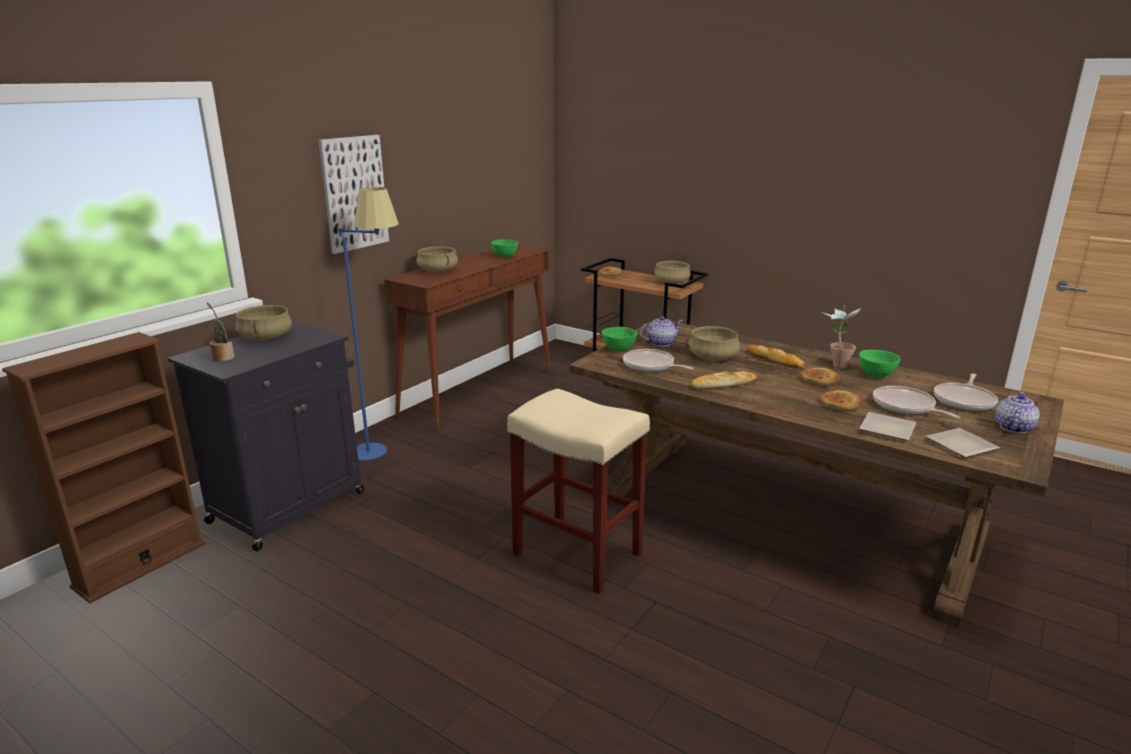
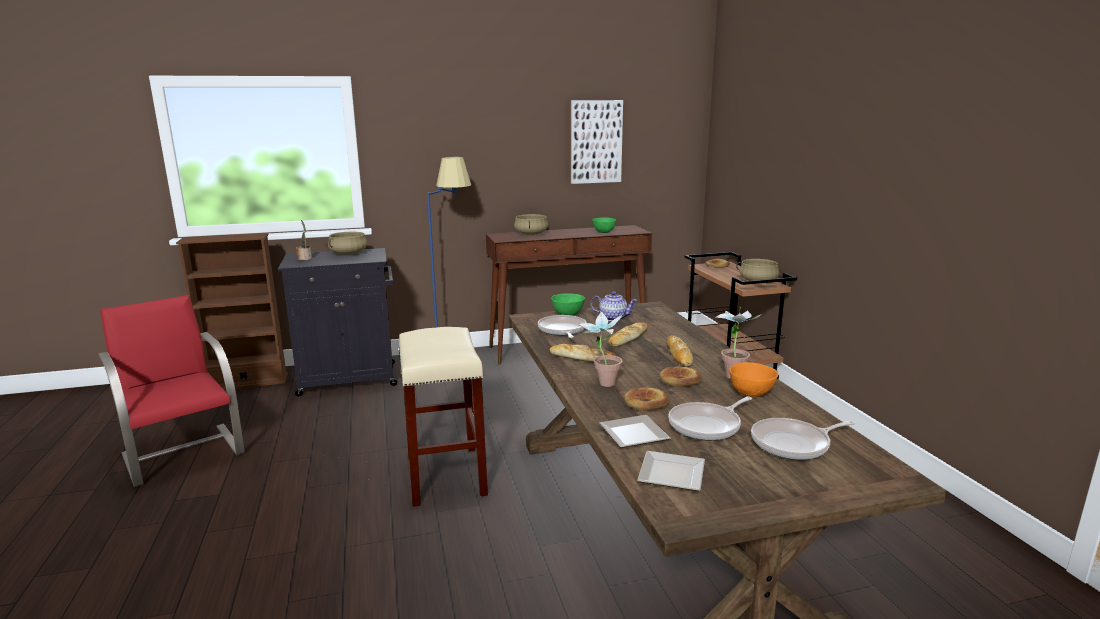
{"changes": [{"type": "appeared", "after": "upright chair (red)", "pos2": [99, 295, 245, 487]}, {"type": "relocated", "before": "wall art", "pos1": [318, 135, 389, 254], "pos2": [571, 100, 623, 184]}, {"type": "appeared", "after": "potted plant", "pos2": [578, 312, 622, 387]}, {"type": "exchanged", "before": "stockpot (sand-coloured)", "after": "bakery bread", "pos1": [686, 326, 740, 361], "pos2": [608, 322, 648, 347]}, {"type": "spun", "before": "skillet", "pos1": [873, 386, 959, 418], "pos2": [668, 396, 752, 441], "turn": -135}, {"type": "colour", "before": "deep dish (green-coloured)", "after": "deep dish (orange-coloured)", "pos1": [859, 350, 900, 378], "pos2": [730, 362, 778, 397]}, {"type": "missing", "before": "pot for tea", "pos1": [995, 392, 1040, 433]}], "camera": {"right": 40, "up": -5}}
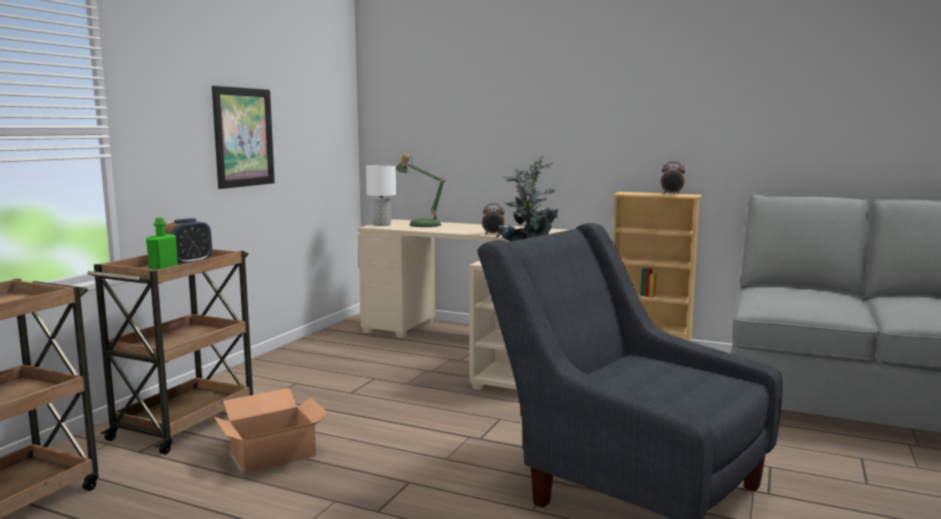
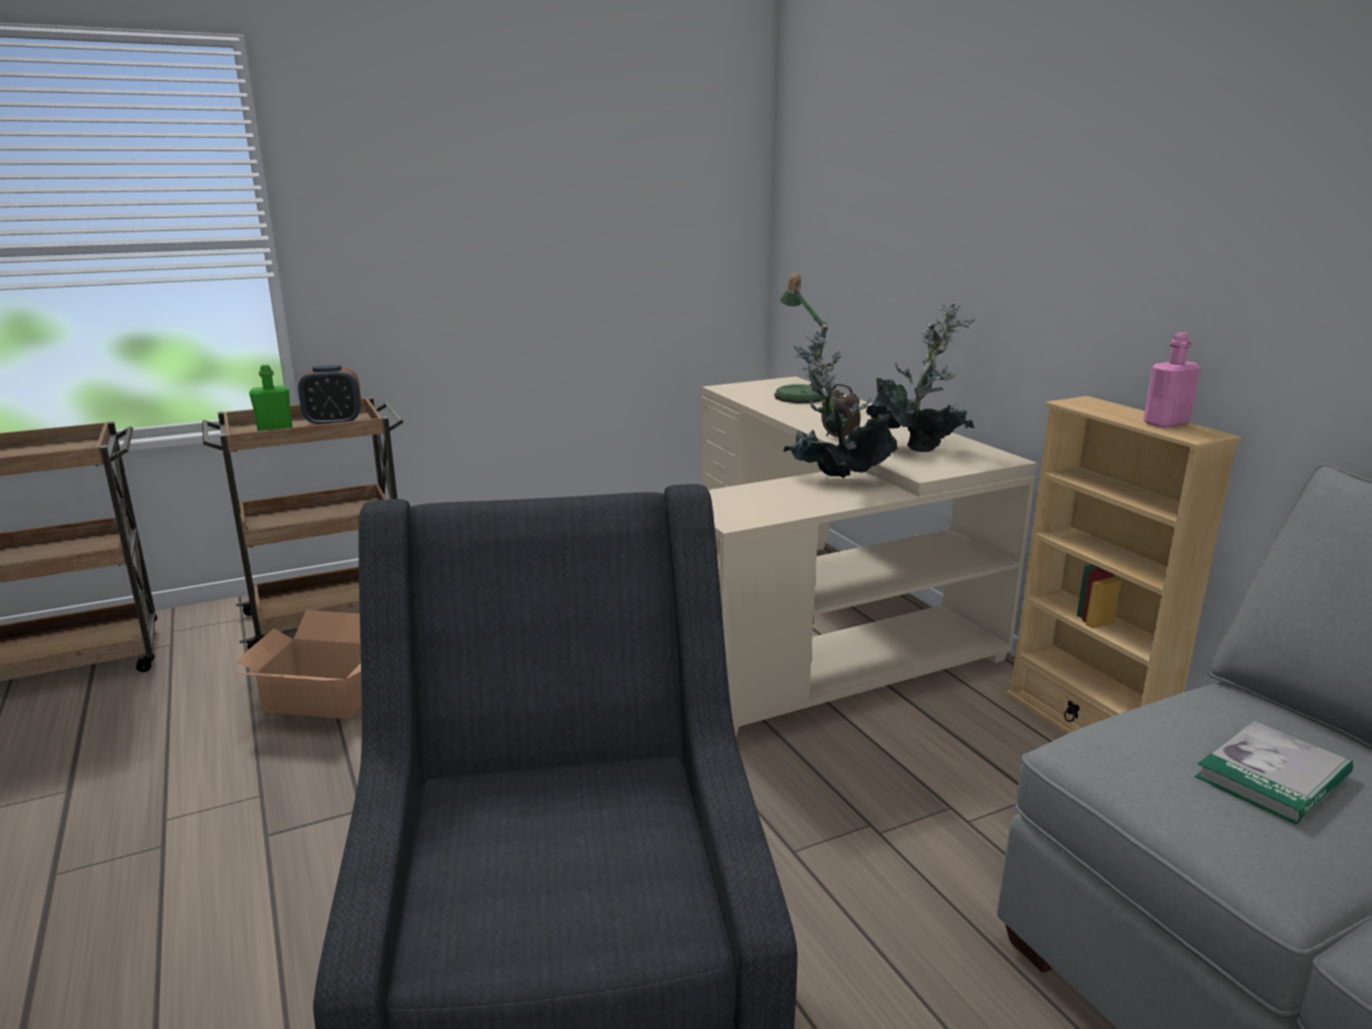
{"changes": [{"type": "exchanged", "before": "alarm clock", "after": "drink bottle (pinkish)", "pos1": [660, 162, 685, 195], "pos2": [1143, 332, 1201, 428]}, {"type": "appeared", "after": "volume", "pos2": [1195, 720, 1353, 825]}, {"type": "missing", "before": "wall art", "pos1": [212, 86, 275, 189]}, {"type": "missing", "before": "lamp for a table (white-coloured)", "pos1": [366, 165, 396, 226]}], "camera": {"right": 40, "up": 10}}
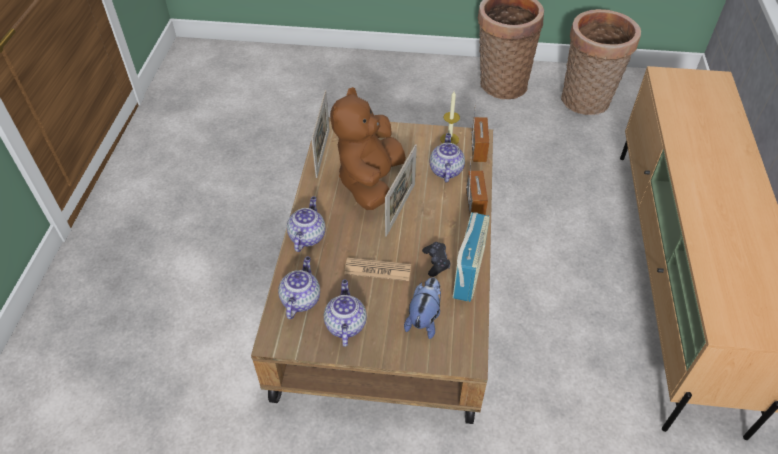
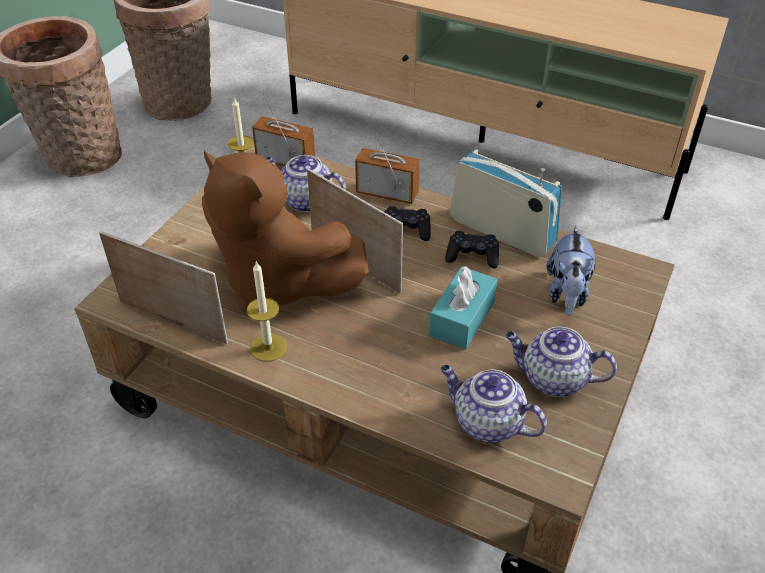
{"changes": [{"type": "appeared", "after": "wax candle", "pos2": [247, 262, 287, 362]}, {"type": "appeared", "after": "gamepad (blackish)", "pos2": [384, 206, 431, 241]}, {"type": "exchanged", "before": "printed paper", "after": "box of tissues (blue-green)", "pos1": [344, 257, 411, 281], "pos2": [429, 266, 498, 349]}, {"type": "spun", "before": "plush toy", "pos1": [404, 278, 441, 339], "pos2": [547, 226, 595, 316], "turn": -120}, {"type": "missing", "before": "pot for tea", "pos1": [287, 196, 326, 252]}], "camera": {"right": -70, "up": -5}}
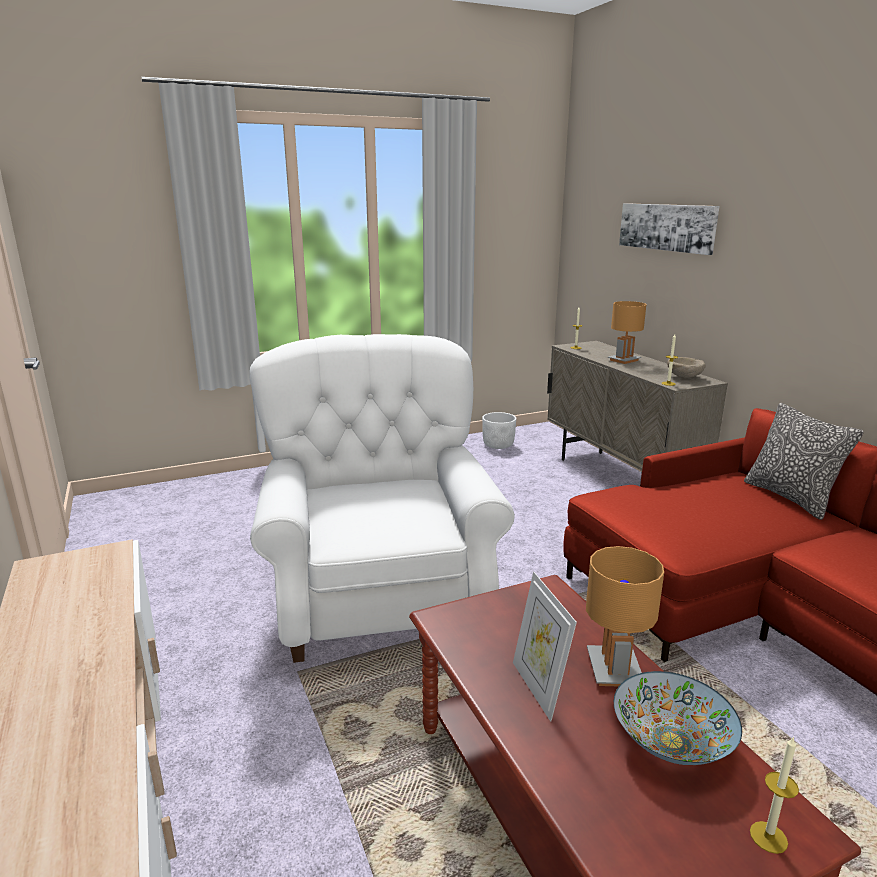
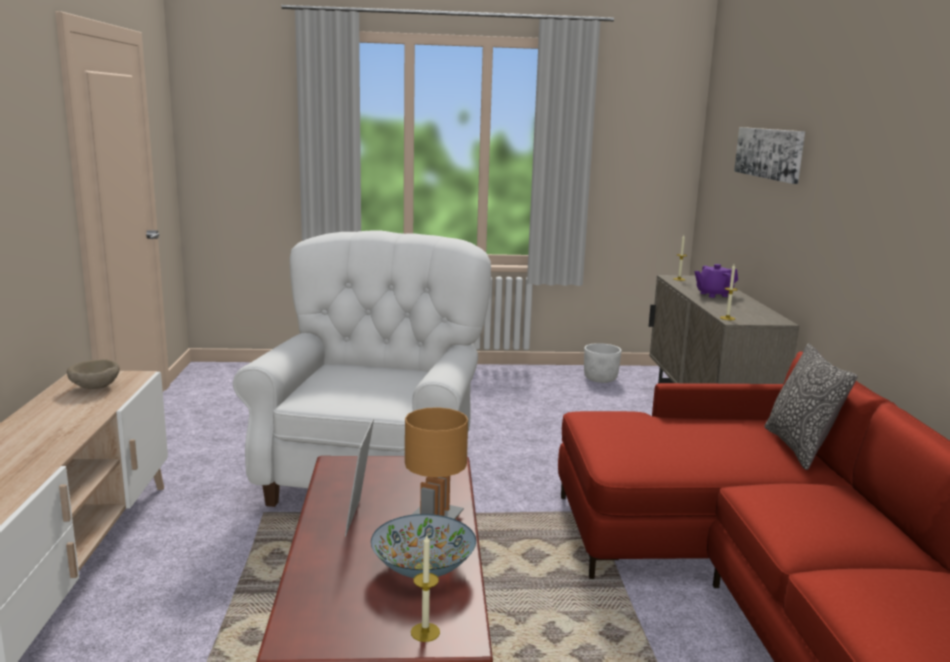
{"changes": [{"type": "relocated", "before": "deep dish (sand-coloured)", "pos1": [667, 357, 705, 378], "pos2": [67, 359, 120, 389]}, {"type": "exchanged", "before": "lamp for a table (brown-coloured)", "after": "pot for tea (purple-coloured)", "pos1": [608, 301, 646, 364], "pos2": [695, 264, 738, 298]}], "camera": {"right": 20, "up": -5}}
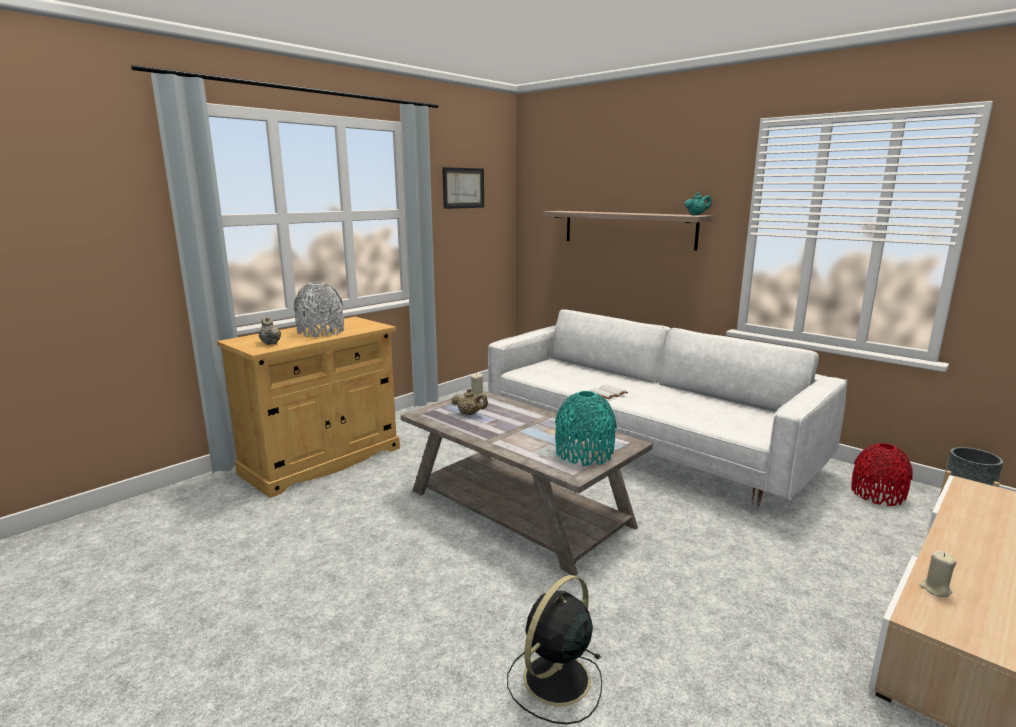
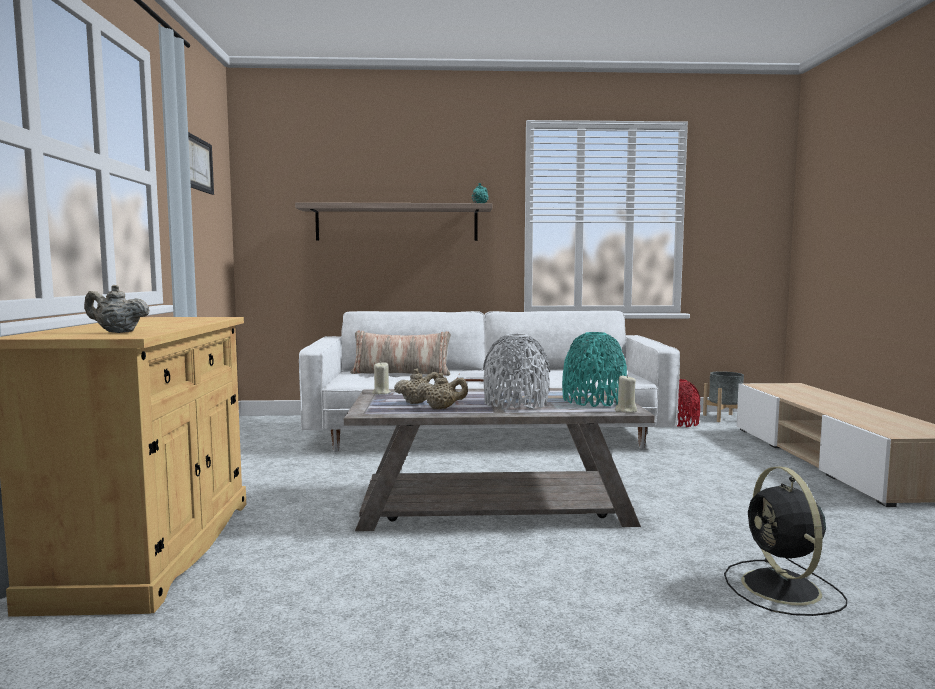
{"changes": [{"type": "appeared", "after": "pillow", "pos2": [350, 330, 451, 376]}, {"type": "appeared", "after": "pot for tea (sand-coloured)", "pos2": [416, 373, 468, 409]}, {"type": "relocated", "before": "flower vase (greyish)", "pos1": [294, 282, 344, 337], "pos2": [483, 334, 550, 410]}, {"type": "relocated", "before": "wax candle (sand-coloured)", "pos1": [919, 550, 957, 597], "pos2": [615, 375, 637, 413]}], "camera": {"right": -45, "up": -10}}
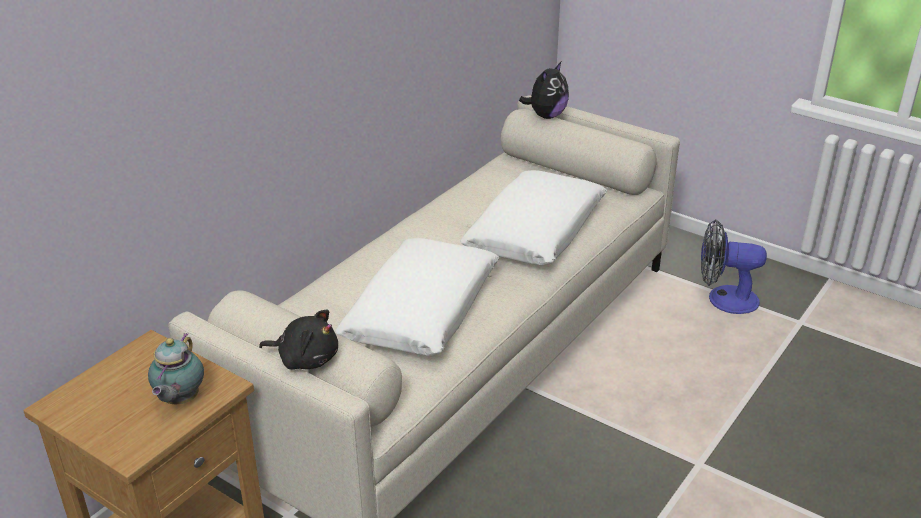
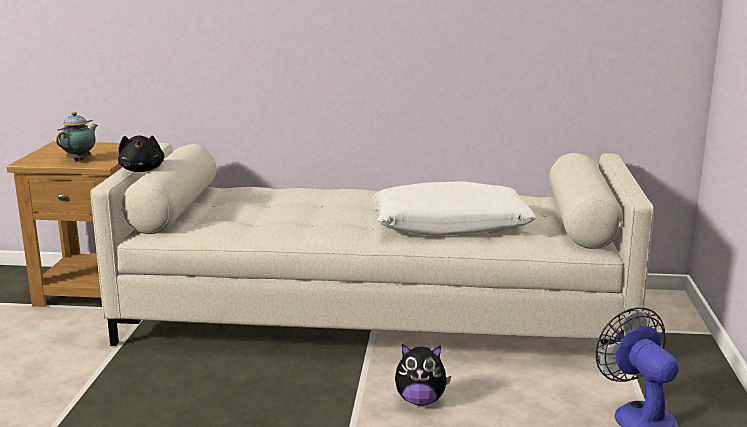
{"changes": [{"type": "spun", "before": "pot for tea", "pos1": [148, 333, 204, 404], "pos2": [56, 112, 98, 162], "turn": 135}, {"type": "relocated", "before": "plush toy", "pos1": [519, 62, 569, 119], "pos2": [395, 344, 451, 406]}, {"type": "missing", "before": "pillow (white-coloured)", "pos1": [335, 238, 499, 356]}], "camera": {"right": 60, "up": -15}}
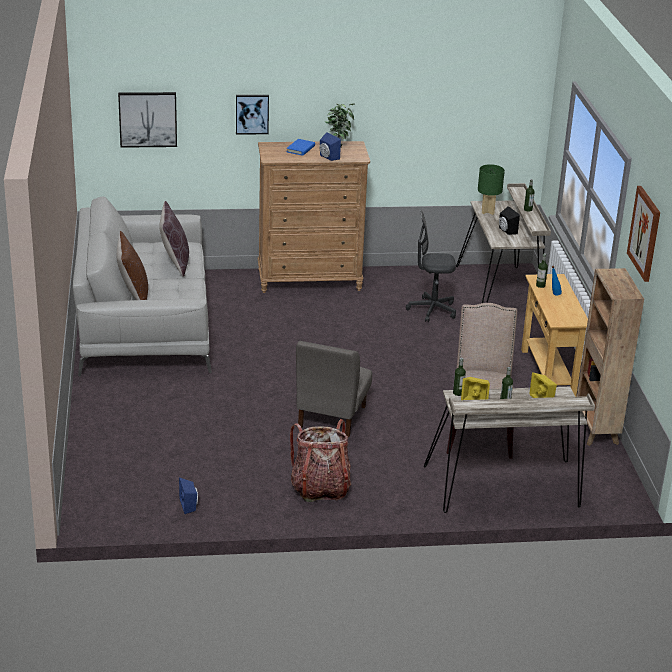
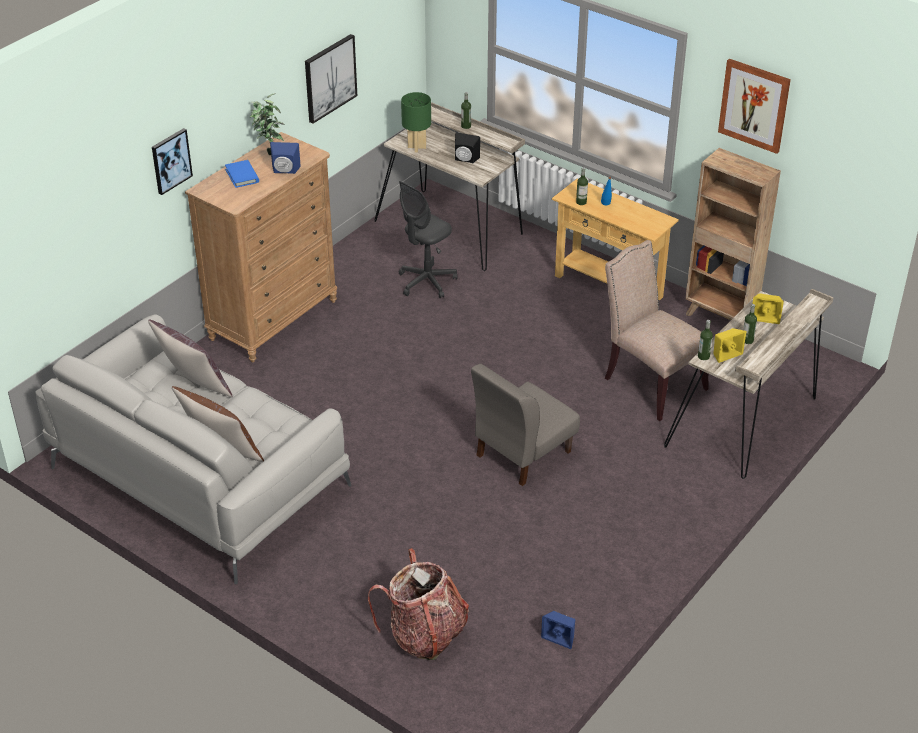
{"changes": [{"type": "relocated", "before": "wall art", "pos1": [118, 92, 177, 148], "pos2": [305, 34, 357, 124]}, {"type": "relocated", "before": "knapsack", "pos1": [290, 419, 351, 502], "pos2": [368, 548, 469, 660]}, {"type": "spun", "before": "upright chair (greyish)", "pos1": [296, 341, 372, 437], "pos2": [471, 364, 580, 486], "turn": 75}], "camera": {"right": -45, "up": 10}}
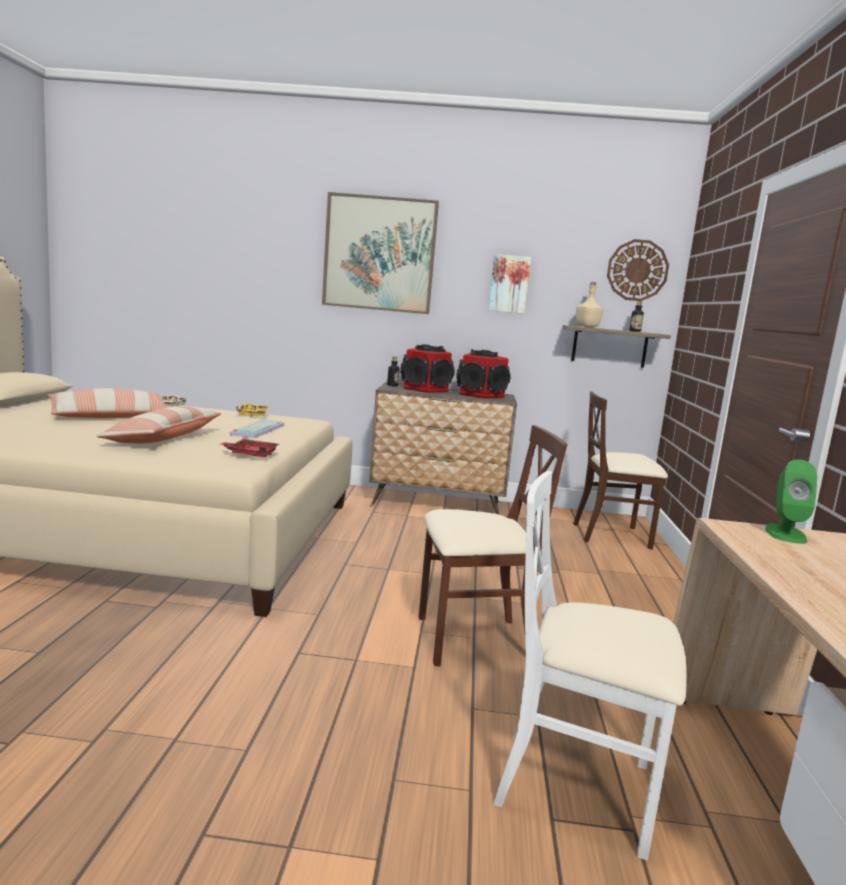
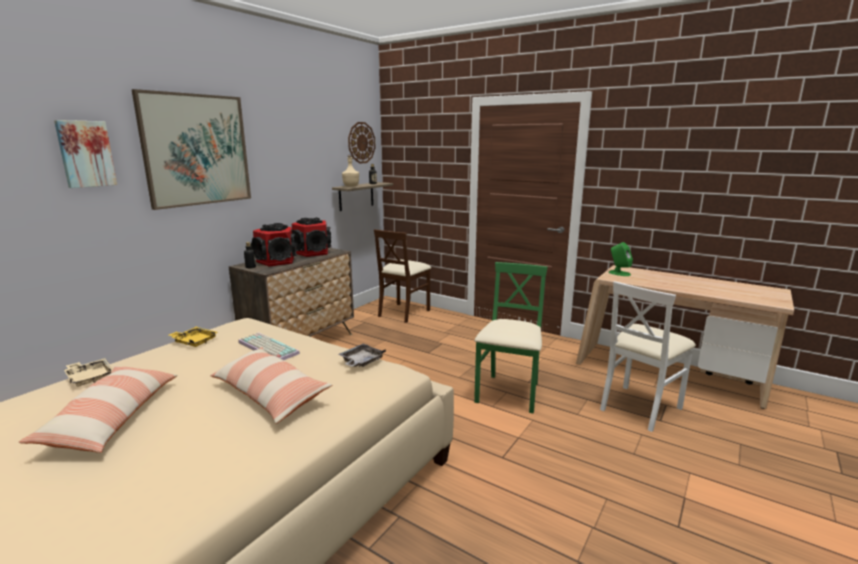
{"changes": [{"type": "relocated", "before": "wall art", "pos1": [489, 254, 531, 314], "pos2": [54, 120, 117, 188]}, {"type": "colour", "before": "serving tray (red)", "after": "serving tray (greyish)", "pos1": [219, 439, 279, 457], "pos2": [338, 344, 386, 367]}, {"type": "colour", "before": "upright chair (brown-coloured)", "after": "upright chair (green-coloured)", "pos1": [419, 425, 567, 666], "pos2": [474, 262, 548, 414]}], "camera": {"right": -60, "up": 5}}
